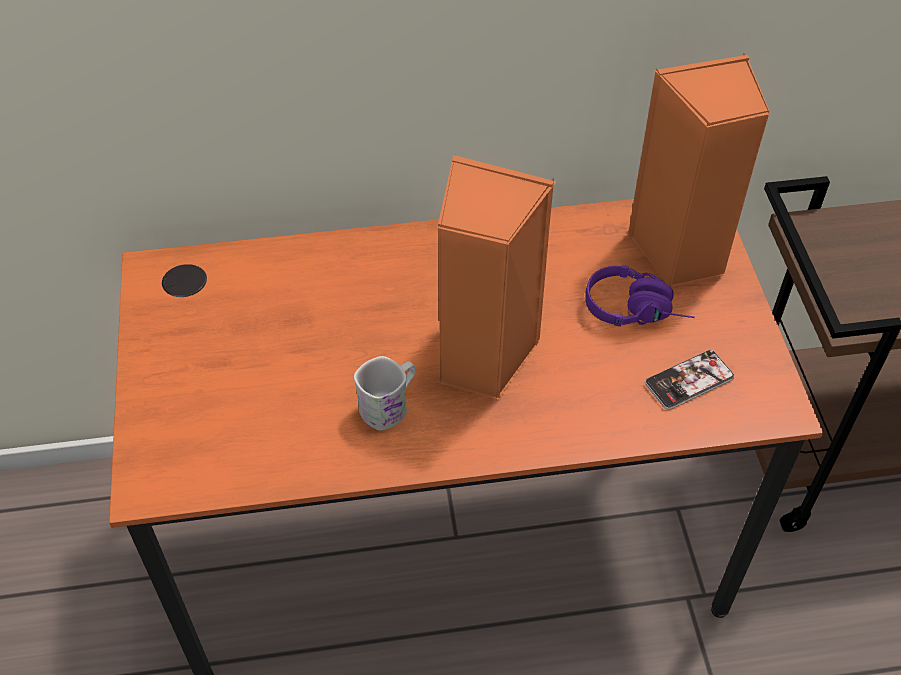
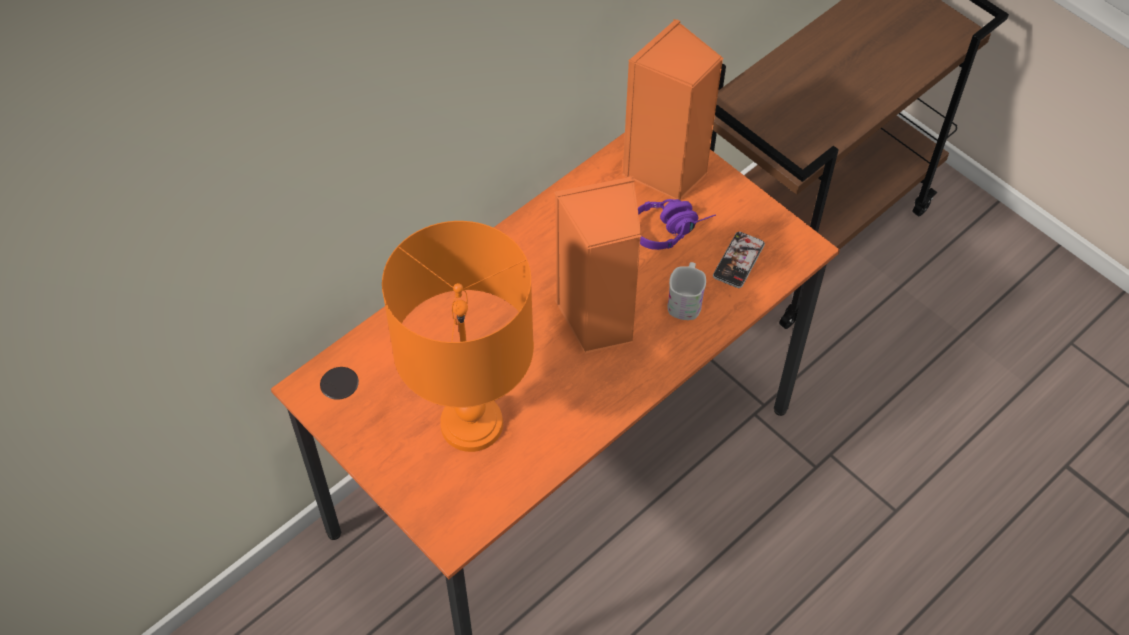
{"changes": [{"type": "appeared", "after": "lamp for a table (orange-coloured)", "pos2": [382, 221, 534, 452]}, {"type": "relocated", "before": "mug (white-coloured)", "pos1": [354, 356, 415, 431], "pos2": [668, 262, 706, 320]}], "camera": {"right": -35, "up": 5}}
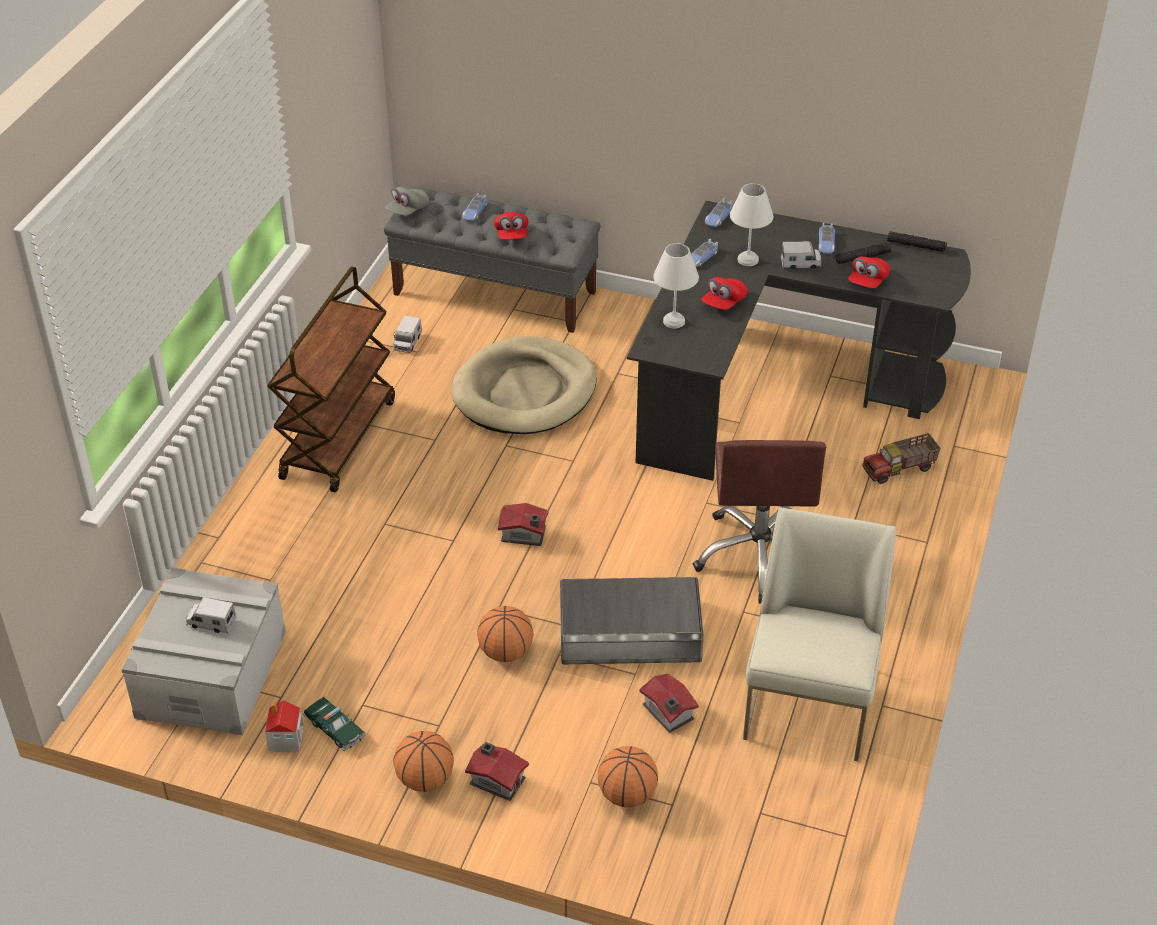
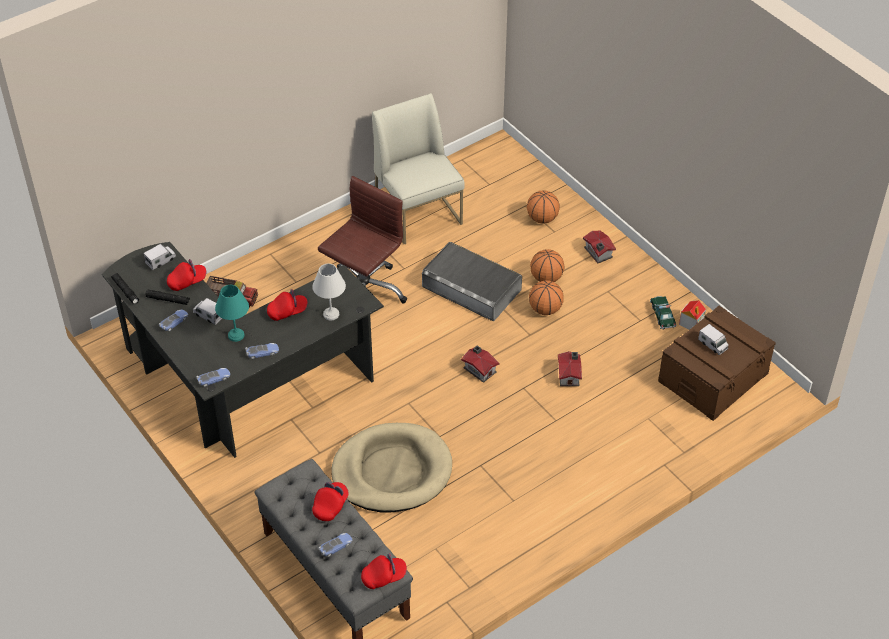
{"changes": [{"type": "relocated", "before": "toy lorry", "pos1": [394, 316, 422, 353], "pos2": [143, 244, 176, 270]}, {"type": "colour", "before": "lamp for a table (white-coloured)", "after": "lamp for a table (blue-green)", "pos1": [730, 183, 773, 266], "pos2": [215, 285, 249, 342]}, {"type": "colour", "before": "baseball cap (greyish)", "after": "baseball cap (red)", "pos1": [385, 187, 429, 215], "pos2": [361, 554, 407, 589]}, {"type": "spun", "before": "upright chair (white-coloured)", "pos1": [743, 507, 896, 761], "pos2": [372, 93, 465, 244], "turn": 105}, {"type": "relocated", "before": "basketball ball", "pos1": [393, 731, 454, 792], "pos2": [530, 249, 564, 282]}, {"type": "relocated", "before": "model house", "pos1": [639, 674, 699, 733], "pos2": [558, 351, 582, 386]}, {"type": "colour", "before": "storage container (greyish)", "after": "storage container (brown-coloured)", "pos1": [121, 567, 286, 735], "pos2": [658, 306, 776, 421]}, {"type": "missing", "before": "wheeled cart (brown-coloured)", "pos1": [267, 266, 395, 492]}], "camera": {"right": -145, "up": 5}}
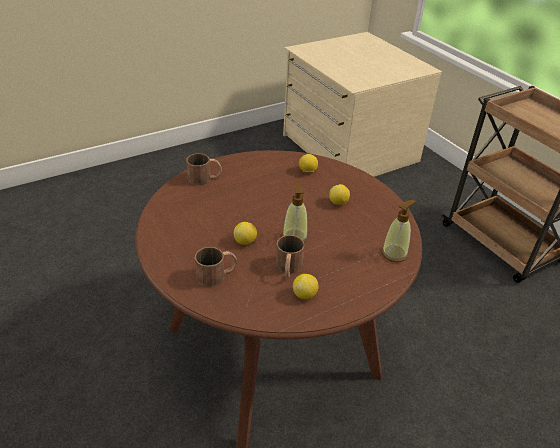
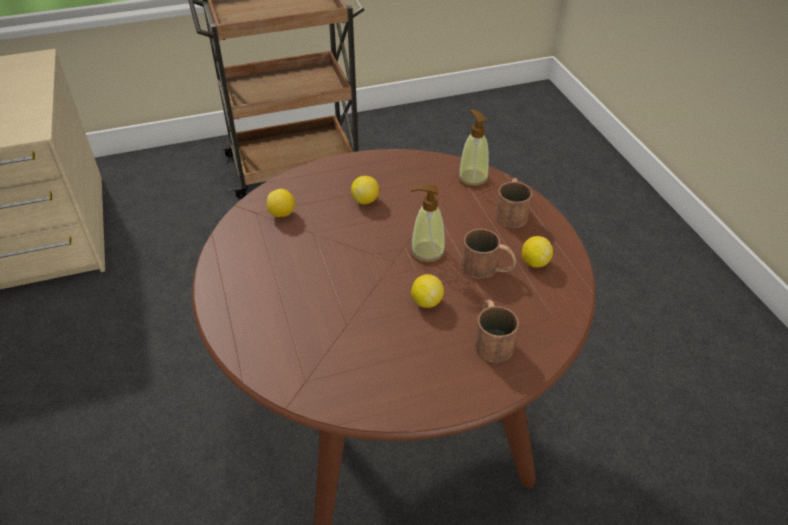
{"changes": [{"type": "relocated", "before": "mug (brown-coloured)", "pos1": [186, 153, 222, 185], "pos2": [495, 178, 532, 228]}], "camera": {"right": -75, "up": 5}}
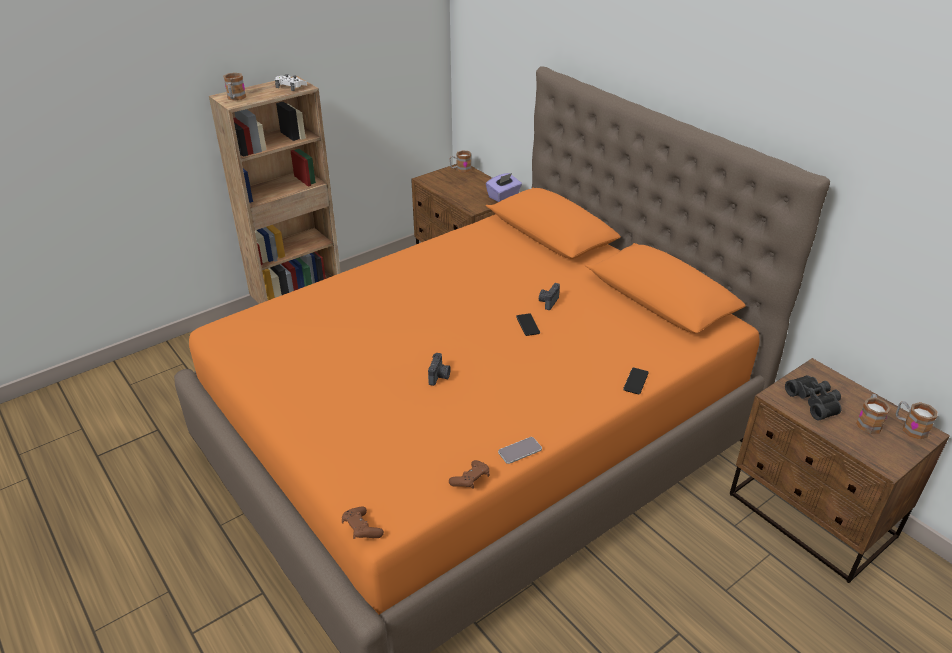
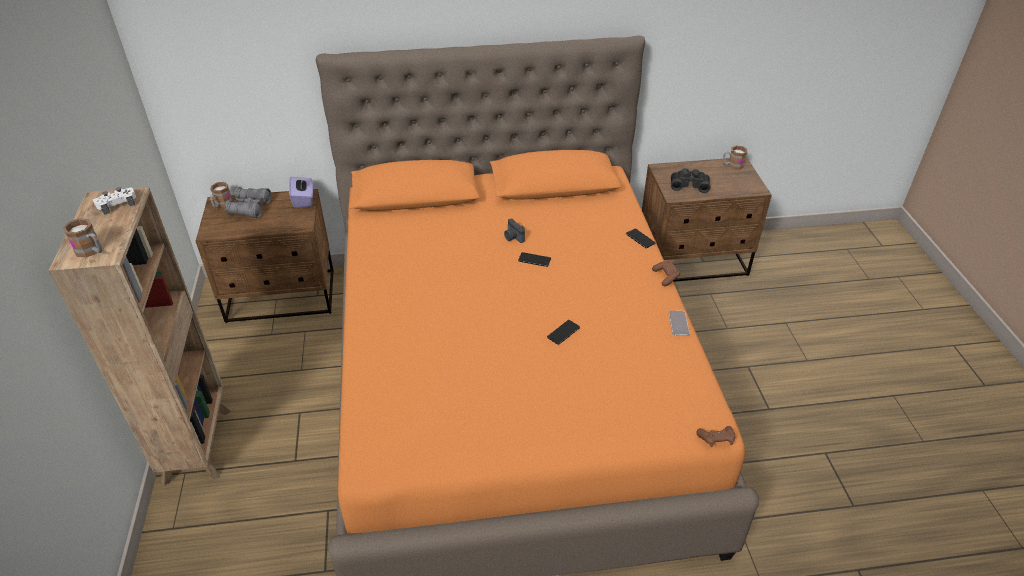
{"changes": [{"type": "appeared", "after": "binoculars (greyish)", "pos2": [225, 187, 271, 218]}, {"type": "exchanged", "before": "still camera", "after": "phone", "pos1": [428, 353, 451, 386], "pos2": [547, 320, 580, 345]}, {"type": "relocated", "before": "gamepad (brown-coloured)", "pos1": [449, 460, 490, 489], "pos2": [652, 260, 680, 286]}, {"type": "missing", "before": "mug", "pos1": [856, 394, 891, 434]}], "camera": {"right": -60, "up": 5}}
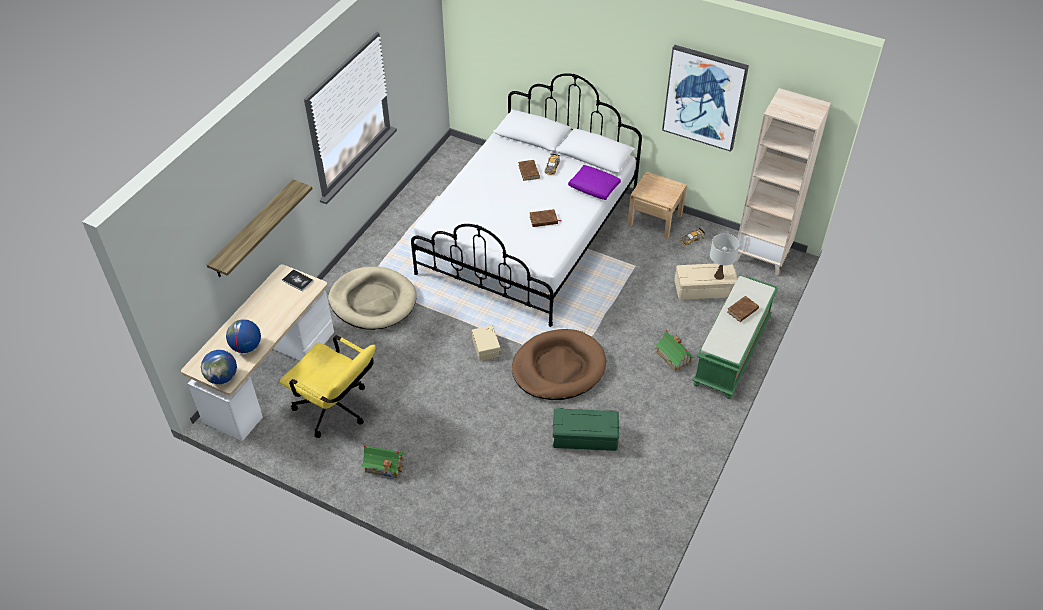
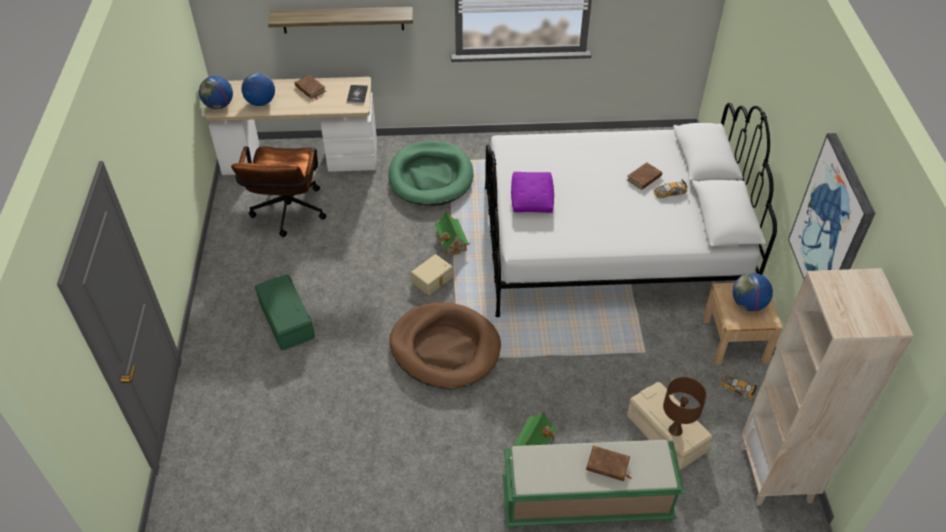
{"changes": [{"type": "colour", "before": "office chair (yellow-coloured)", "after": "office chair (brown-coloured)", "pos1": [280, 335, 376, 438], "pos2": [231, 147, 326, 237]}, {"type": "relocated", "before": "storage container (green-coloured)", "pos1": [552, 408, 619, 451], "pos2": [255, 274, 315, 350]}, {"type": "relocated", "before": "volume (brown-coloured)", "pos1": [529, 209, 561, 227], "pos2": [295, 75, 326, 100]}, {"type": "colour", "before": "pet bed (sand-coloured)", "after": "pet bed (green-coloured)", "pos1": [328, 267, 417, 330], "pos2": [388, 141, 473, 206]}, {"type": "relocated", "before": "model house", "pos1": [361, 446, 405, 479], "pos2": [434, 210, 470, 256]}, {"type": "relocated", "before": "pillow (purple-coloured)", "pos1": [568, 165, 621, 200], "pos2": [511, 172, 554, 213]}, {"type": "colour", "before": "lamp for a table (white-coloured)", "after": "lamp for a table (brown-coloured)", "pos1": [710, 233, 740, 280], "pos2": [663, 377, 706, 436]}, {"type": "appeared", "after": "globe", "pos2": [733, 273, 773, 311]}], "camera": {"right": 60, "up": 0}}
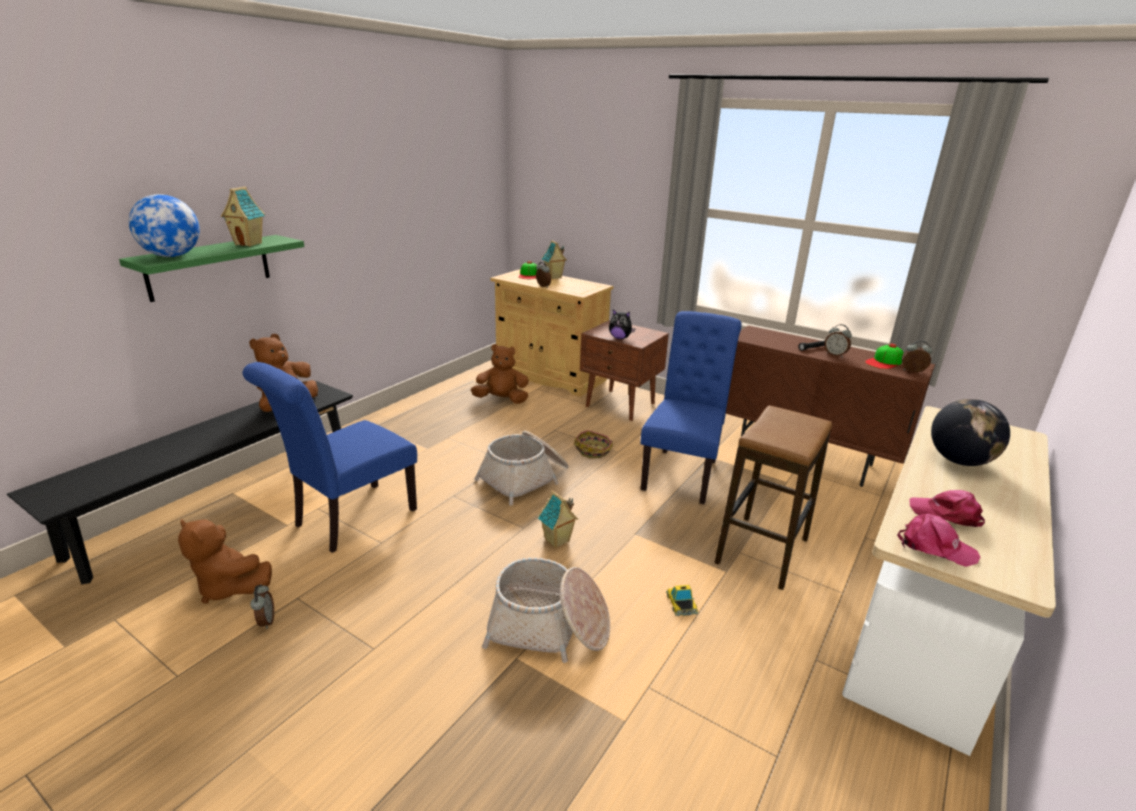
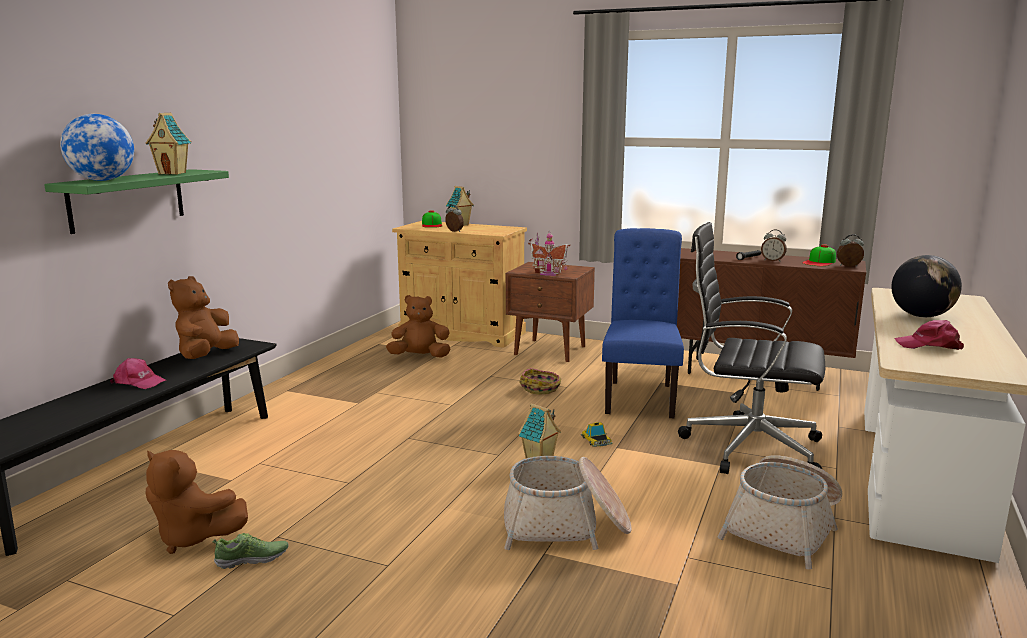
{"changes": [{"type": "relocated", "before": "baseball cap (pinkish)", "pos1": [897, 514, 980, 567], "pos2": [110, 358, 166, 389]}, {"type": "exchanged", "before": "alarm clock", "after": "low shoe", "pos1": [250, 584, 274, 629], "pos2": [213, 533, 289, 569]}, {"type": "exchanged", "before": "plush toy", "after": "model house", "pos1": [609, 309, 635, 339], "pos2": [528, 230, 570, 276]}, {"type": "relocated", "before": "miniature car", "pos1": [666, 585, 699, 616], "pos2": [581, 422, 613, 447]}, {"type": "exchanged", "before": "sitting stool", "after": "office chair (blackish)", "pos1": [715, 405, 832, 590], "pos2": [678, 222, 825, 474]}, {"type": "relocated", "before": "storage basket", "pos1": [474, 431, 568, 505], "pos2": [718, 455, 842, 569]}, {"type": "missing", "before": "upright chair (bluish)", "pos1": [243, 362, 417, 553]}], "camera": {"right": -10, "up": -10}}
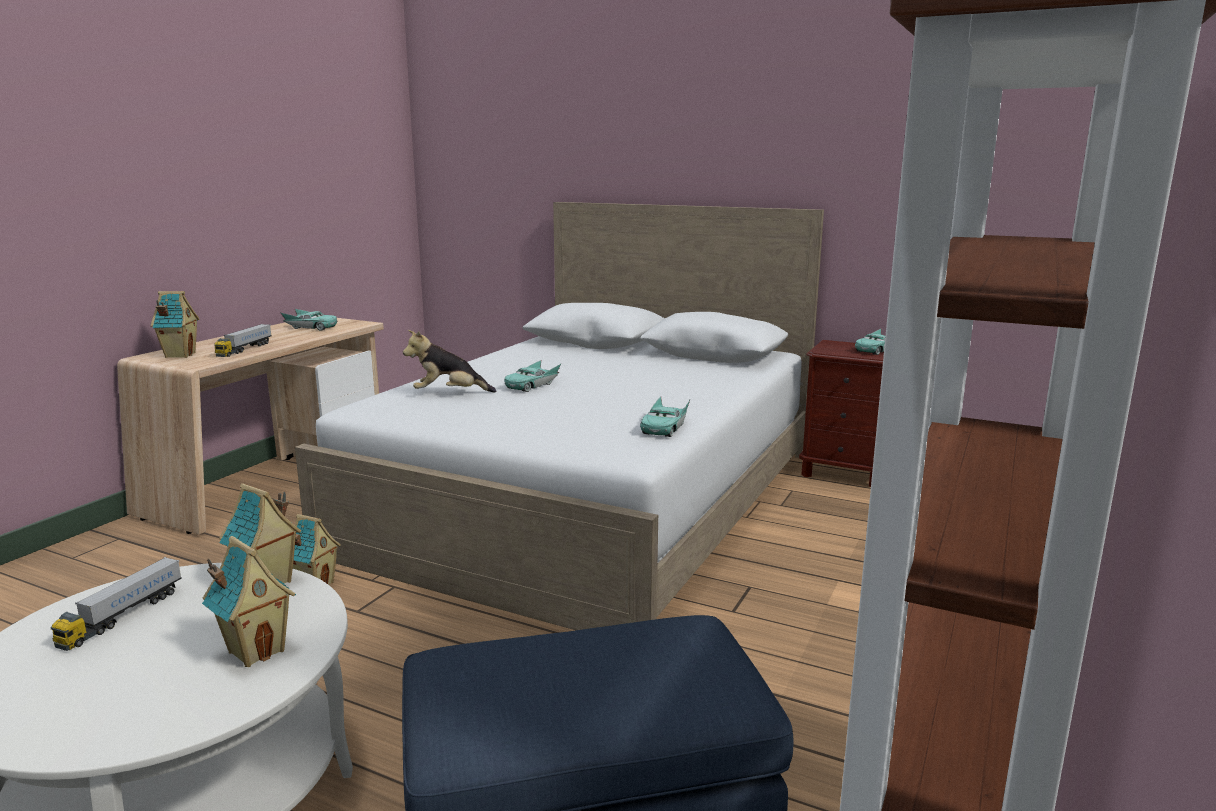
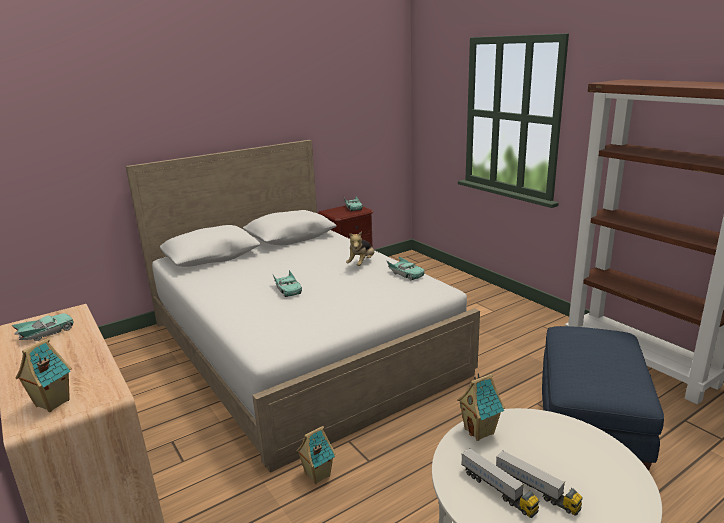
{"changes": [{"type": "relocated", "before": "plush toy", "pos1": [403, 330, 497, 393], "pos2": [346, 231, 374, 266]}, {"type": "relocated", "before": "toy lorry", "pos1": [214, 324, 272, 357], "pos2": [496, 450, 583, 516]}, {"type": "missing", "before": "model house", "pos1": [202, 536, 296, 667]}], "camera": {"right": -60, "up": 5}}
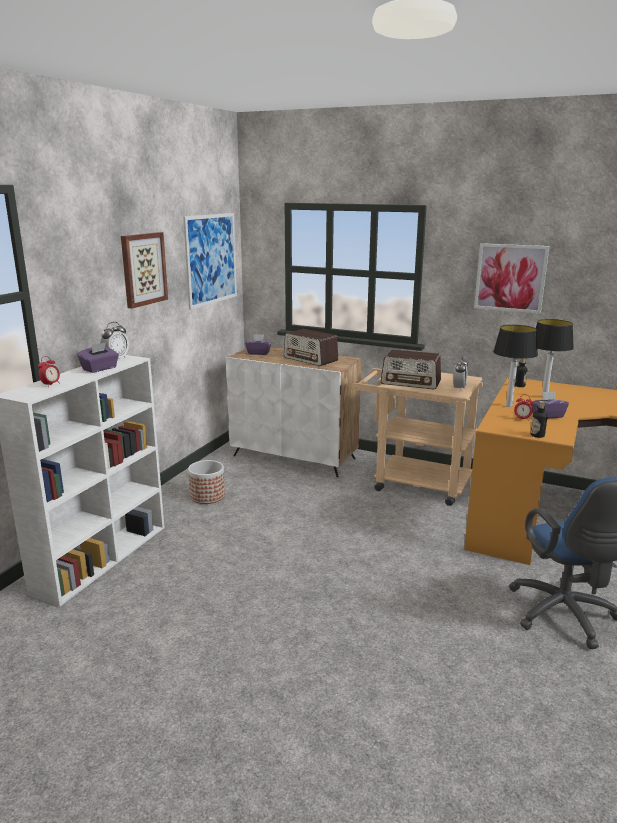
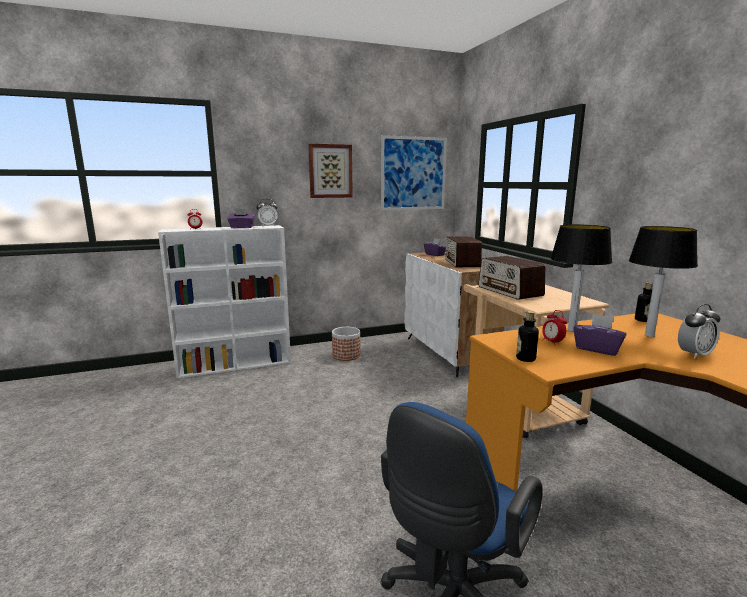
{"changes": [{"type": "relocated", "before": "alarm clock", "pos1": [453, 357, 468, 391], "pos2": [678, 304, 721, 359]}, {"type": "missing", "before": "wall art", "pos1": [474, 243, 549, 314]}], "camera": {"right": 45, "up": -5}}
